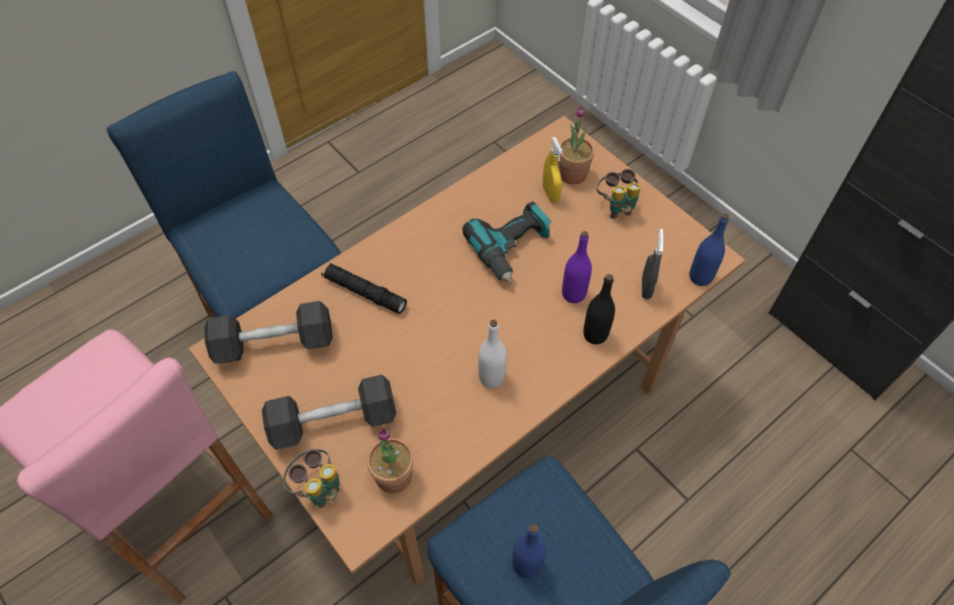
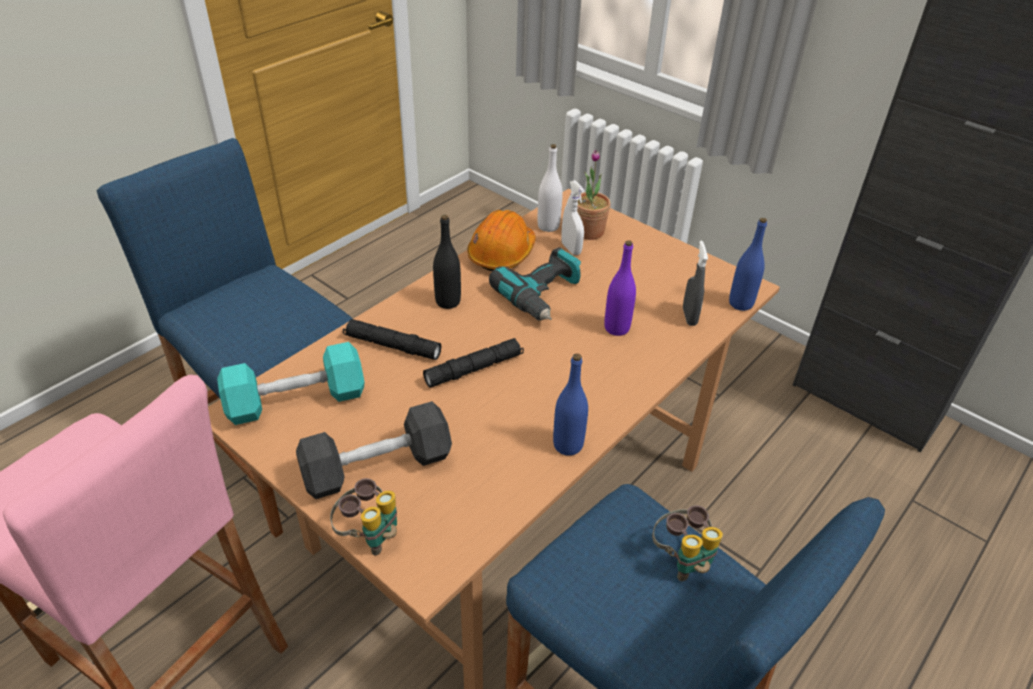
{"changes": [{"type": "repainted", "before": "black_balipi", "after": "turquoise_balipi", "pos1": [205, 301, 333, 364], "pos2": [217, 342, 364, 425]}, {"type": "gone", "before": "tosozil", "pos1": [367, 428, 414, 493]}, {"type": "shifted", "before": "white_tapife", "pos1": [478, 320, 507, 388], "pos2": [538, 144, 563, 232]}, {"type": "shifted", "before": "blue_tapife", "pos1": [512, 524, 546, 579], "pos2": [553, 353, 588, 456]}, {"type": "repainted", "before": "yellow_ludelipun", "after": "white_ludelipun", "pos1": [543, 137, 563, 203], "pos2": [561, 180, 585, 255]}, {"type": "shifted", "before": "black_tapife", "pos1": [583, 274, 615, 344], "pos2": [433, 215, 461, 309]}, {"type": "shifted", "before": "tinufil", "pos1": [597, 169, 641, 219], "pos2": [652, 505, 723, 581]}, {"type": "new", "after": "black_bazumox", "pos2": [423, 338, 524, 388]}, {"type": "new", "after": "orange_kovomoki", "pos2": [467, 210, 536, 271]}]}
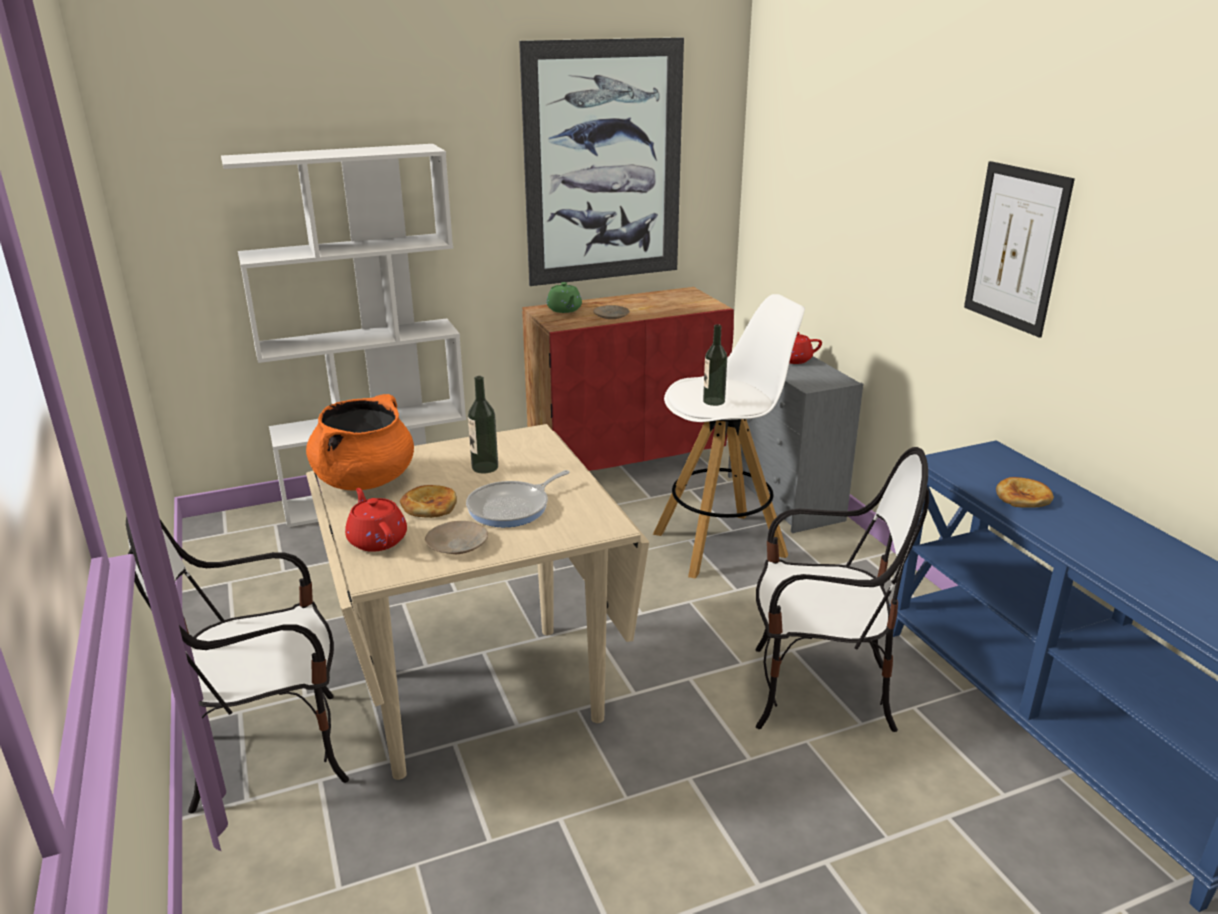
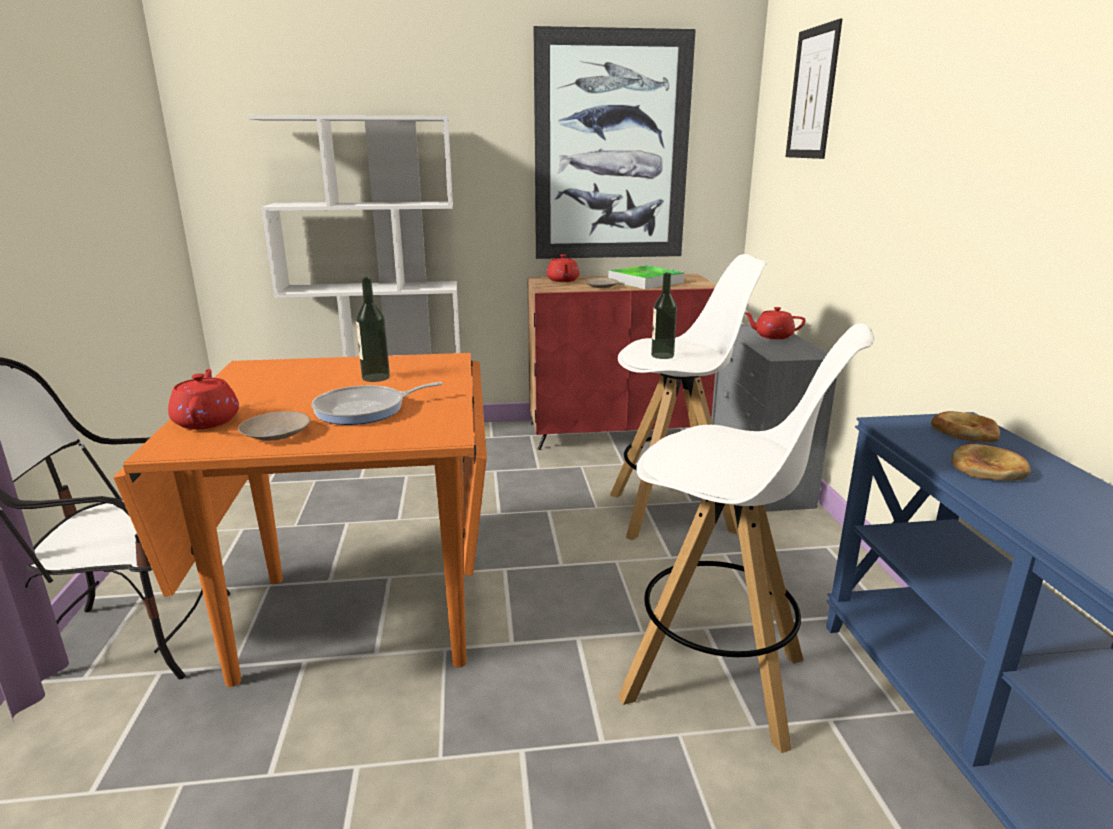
{"changes": [{"type": "gone", "before": "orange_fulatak", "pos1": [306, 394, 414, 491]}, {"type": "repainted", "before": "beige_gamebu", "after": "orange_gamebu", "pos1": [306, 424, 649, 780], "pos2": [113, 353, 487, 687]}, {"type": "shifted", "before": "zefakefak", "pos1": [400, 485, 457, 518], "pos2": [931, 411, 1000, 442]}, {"type": "repainted", "before": "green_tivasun", "after": "red_tivasun", "pos1": [547, 282, 582, 313], "pos2": [547, 254, 579, 282]}, {"type": "swapped", "before": "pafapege", "after": "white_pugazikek", "pos1": [756, 447, 929, 732], "pos2": [618, 324, 874, 753]}, {"type": "shifted", "before": "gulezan", "pos1": [964, 161, 1075, 338], "pos2": [785, 19, 842, 159]}, {"type": "new", "after": "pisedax", "pos2": [608, 265, 685, 289]}]}
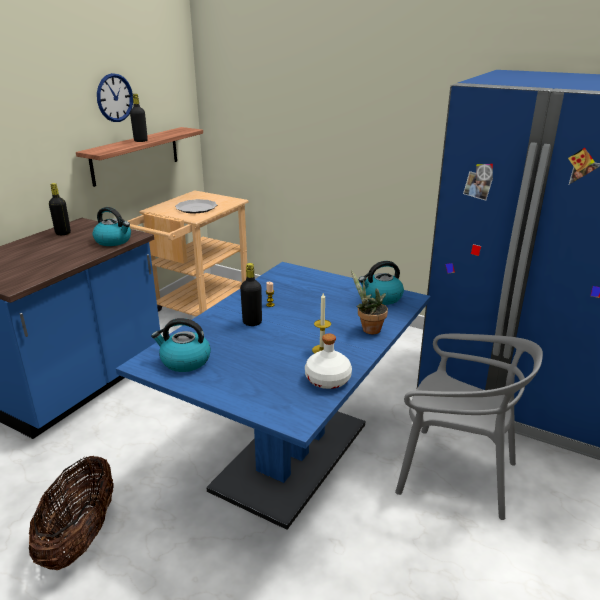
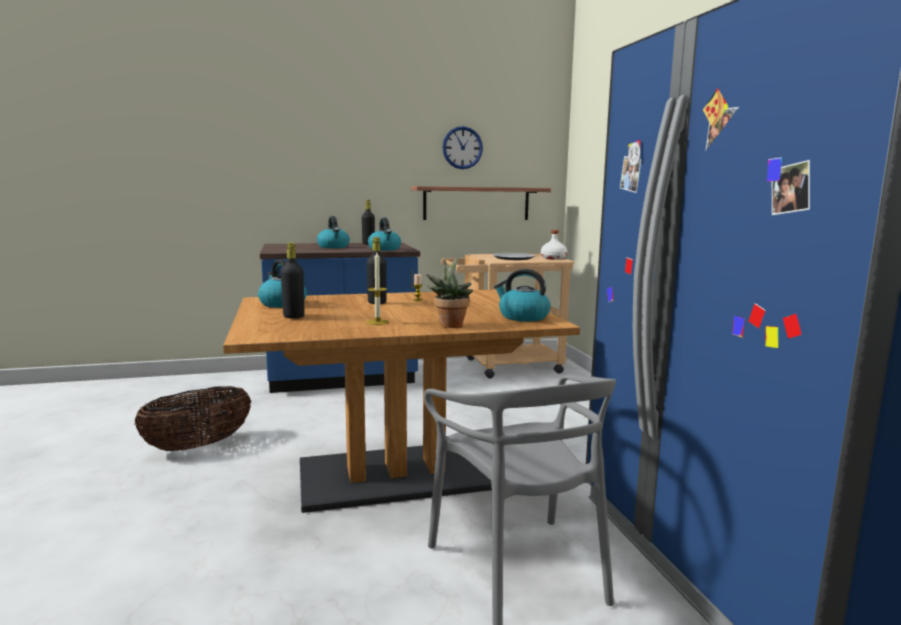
{"changes": [{"type": "repainted", "before": "blue_gamebu", "after": "brown_gamebu", "pos1": [116, 262, 431, 530], "pos2": [223, 290, 580, 513]}, {"type": "shifted", "before": "black_tapife", "pos1": [130, 94, 148, 142], "pos2": [281, 242, 304, 318]}, {"type": "shifted", "before": "white_tapife", "pos1": [305, 333, 352, 389], "pos2": [541, 230, 567, 260]}, {"type": "new", "after": "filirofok", "pos2": [317, 216, 350, 248]}]}
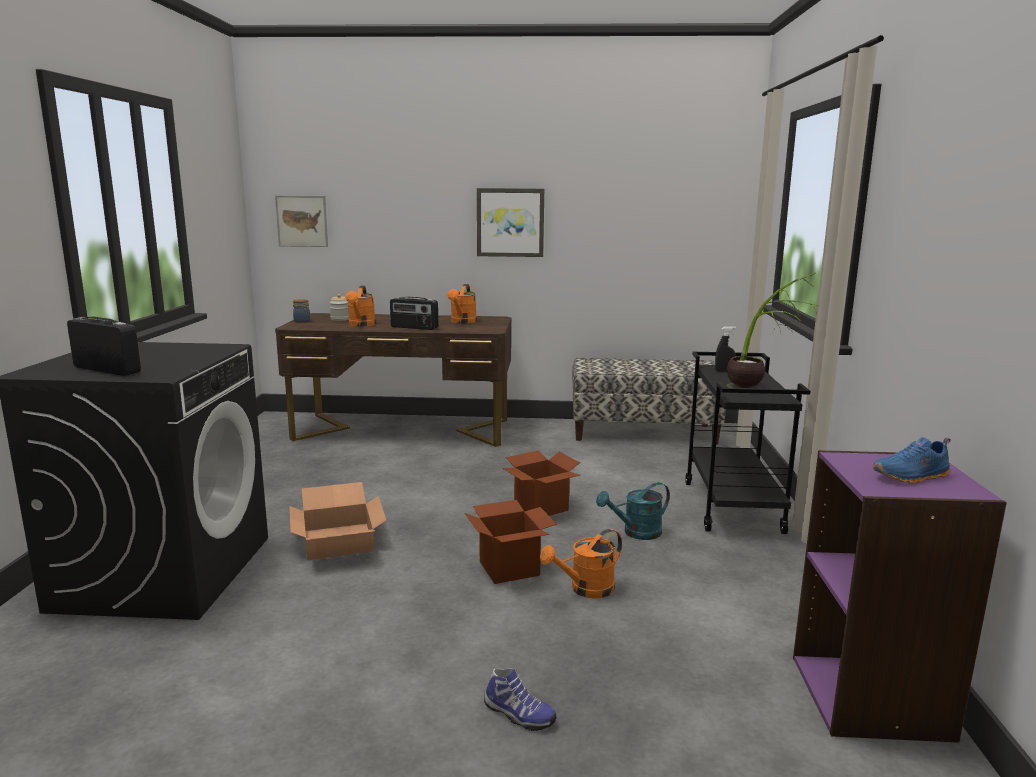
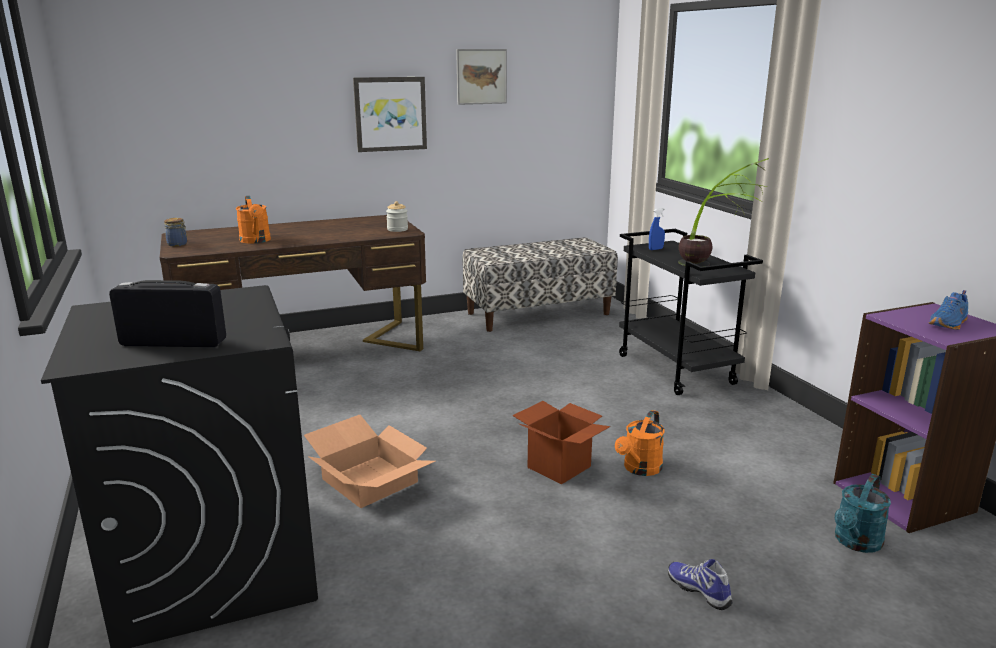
{"changes": [{"type": "shifted", "before": "gulezan", "pos1": [275, 195, 328, 247], "pos2": [456, 49, 507, 105]}, {"type": "shifted", "before": "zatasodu", "pos1": [330, 294, 349, 321], "pos2": [386, 201, 408, 232]}, {"type": "gone", "before": "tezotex", "pos1": [390, 297, 438, 330]}, {"type": "gone", "before": "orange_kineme", "pos1": [447, 284, 477, 324]}, {"type": "rotated", "before": "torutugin", "pos1": [484, 668, 556, 731], "pos2": [668, 559, 732, 610], "turn": -135}, {"type": "gone", "before": "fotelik", "pos1": [502, 451, 580, 516]}, {"type": "shifted", "before": "turquoise_kineme", "pos1": [596, 482, 670, 540], "pos2": [835, 474, 891, 553]}, {"type": "repainted", "before": "black_ludelipun", "after": "blue_ludelipun", "pos1": [715, 326, 736, 372], "pos2": [649, 208, 665, 250]}]}
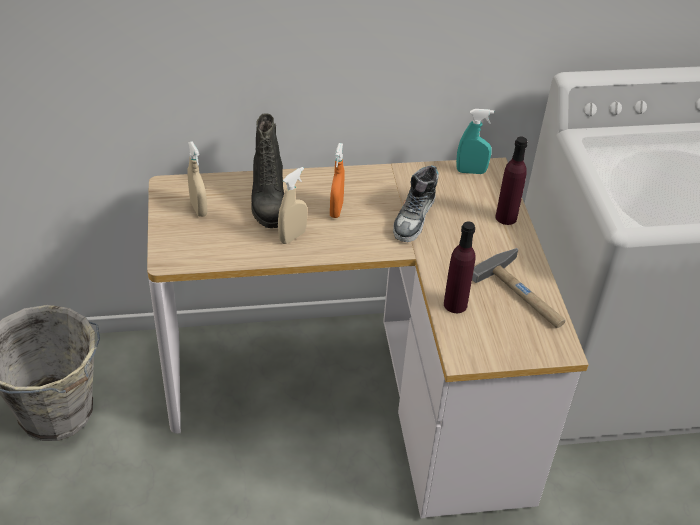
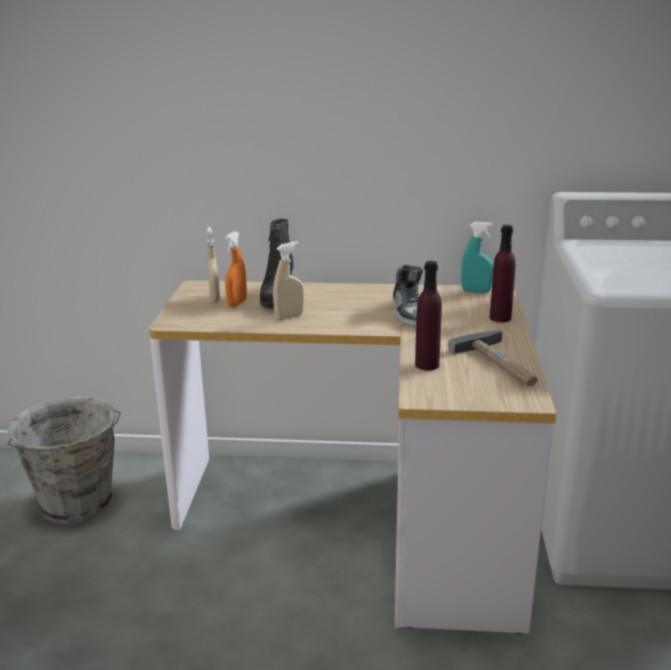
{"changes": [{"type": "shifted", "before": "orange_ludelipun", "pos1": [330, 143, 345, 218], "pos2": [225, 231, 247, 307]}, {"type": "rotated", "before": "torutugin", "pos1": [393, 165, 439, 242], "pos2": [393, 265, 423, 326], "turn": -45}]}
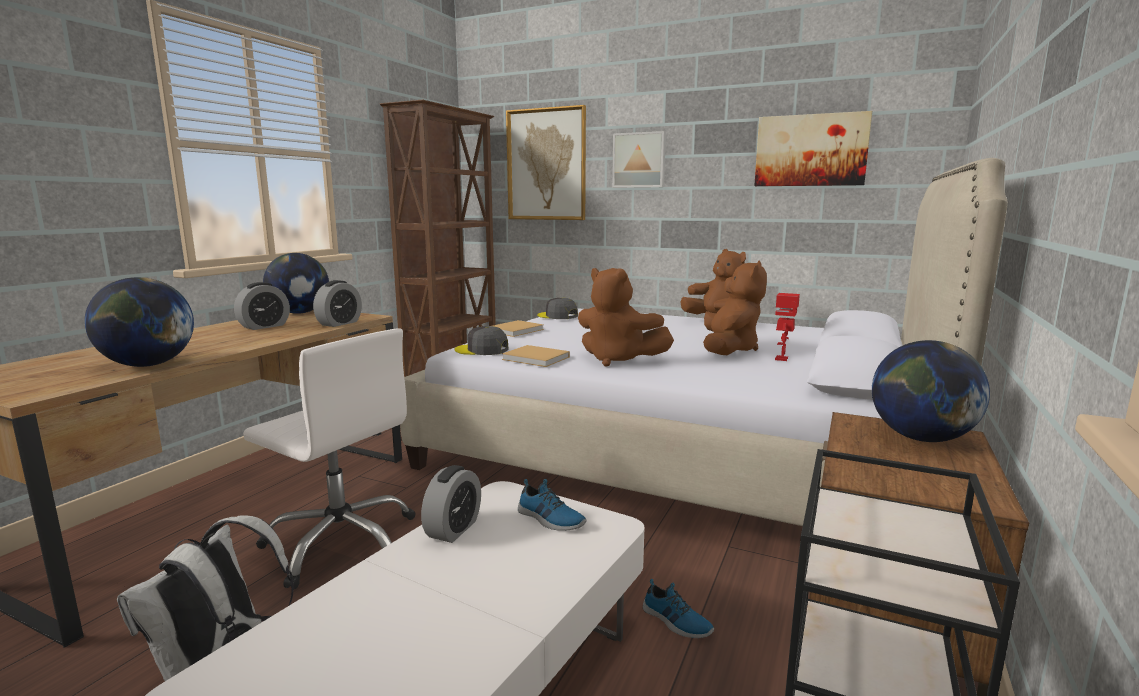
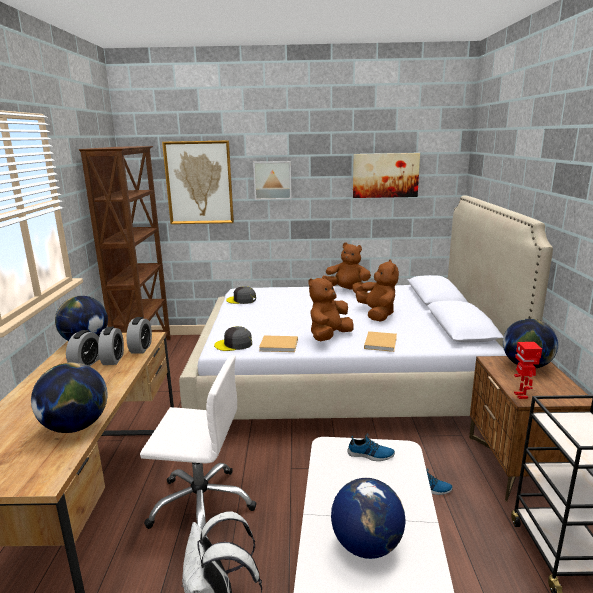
{"changes": [{"type": "shifted", "before": "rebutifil", "pos1": [421, 465, 481, 543], "pos2": [98, 327, 124, 365]}, {"type": "shifted", "before": "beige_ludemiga", "pos1": [493, 320, 544, 337], "pos2": [364, 331, 397, 352]}, {"type": "rotated", "before": "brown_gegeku", "pos1": [578, 268, 674, 367], "pos2": [308, 276, 354, 341], "turn": 120}, {"type": "shifted", "before": "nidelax", "pos1": [775, 293, 800, 361], "pos2": [514, 342, 542, 399]}, {"type": "new", "after": "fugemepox", "pos2": [331, 478, 405, 559]}]}
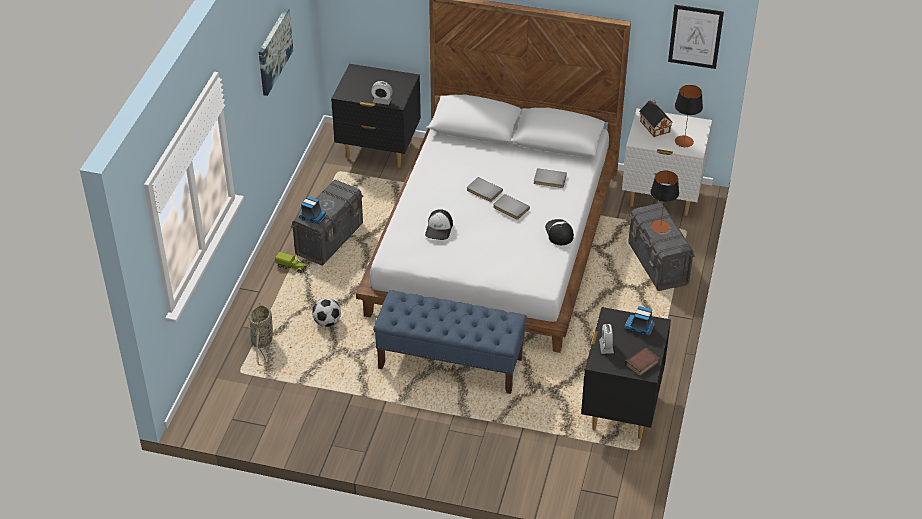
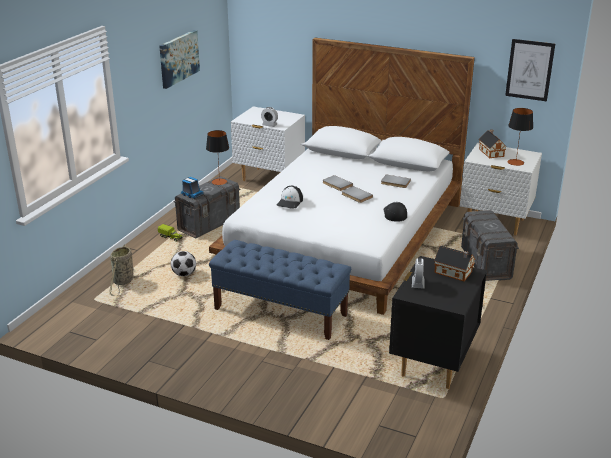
{"changes": [{"type": "repainted", "before": "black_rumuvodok", "after": "white_rumuvodok", "pos1": [331, 64, 421, 168], "pos2": [231, 107, 305, 181]}, {"type": "swapped", "before": "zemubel", "after": "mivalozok", "pos1": [625, 306, 654, 335], "pos2": [434, 246, 476, 281]}, {"type": "gone", "before": "ludemiga", "pos1": [625, 347, 660, 376]}, {"type": "shifted", "before": "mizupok", "pos1": [650, 171, 679, 233], "pos2": [206, 130, 229, 185]}]}
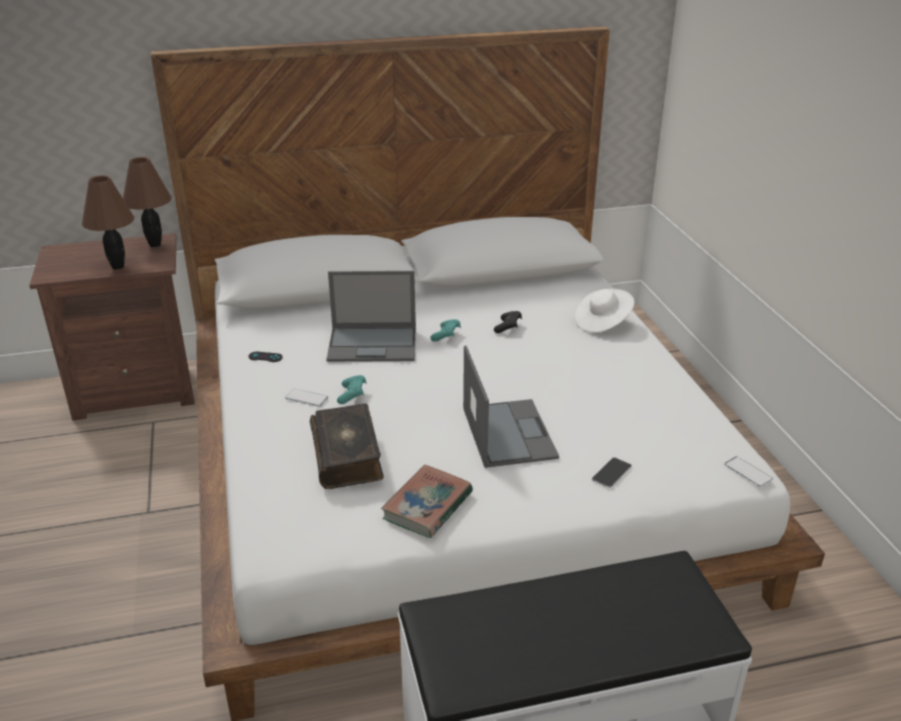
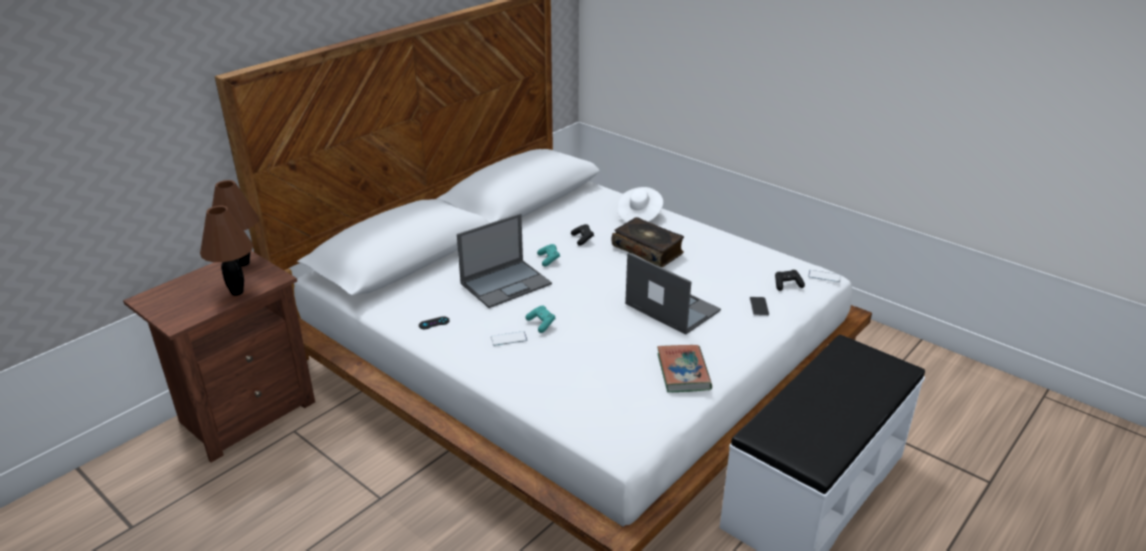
{"changes": [{"type": "shifted", "before": "ludemiga", "pos1": [310, 404, 384, 489], "pos2": [612, 217, 684, 267]}, {"type": "new", "after": "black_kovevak", "pos2": [775, 270, 805, 291]}]}
